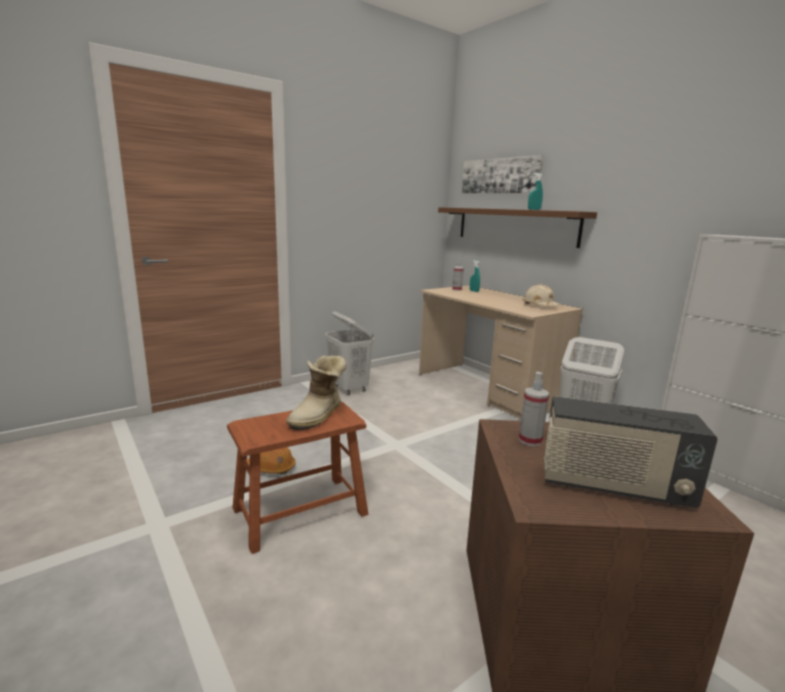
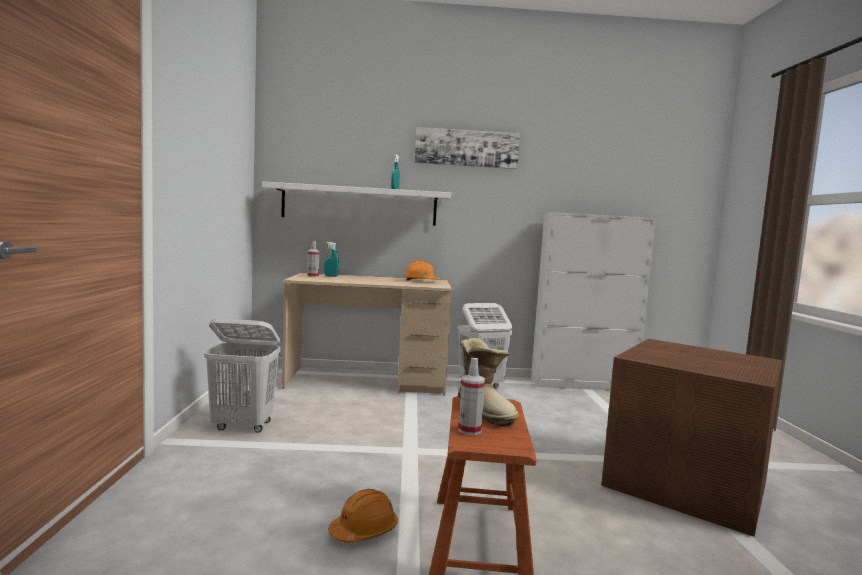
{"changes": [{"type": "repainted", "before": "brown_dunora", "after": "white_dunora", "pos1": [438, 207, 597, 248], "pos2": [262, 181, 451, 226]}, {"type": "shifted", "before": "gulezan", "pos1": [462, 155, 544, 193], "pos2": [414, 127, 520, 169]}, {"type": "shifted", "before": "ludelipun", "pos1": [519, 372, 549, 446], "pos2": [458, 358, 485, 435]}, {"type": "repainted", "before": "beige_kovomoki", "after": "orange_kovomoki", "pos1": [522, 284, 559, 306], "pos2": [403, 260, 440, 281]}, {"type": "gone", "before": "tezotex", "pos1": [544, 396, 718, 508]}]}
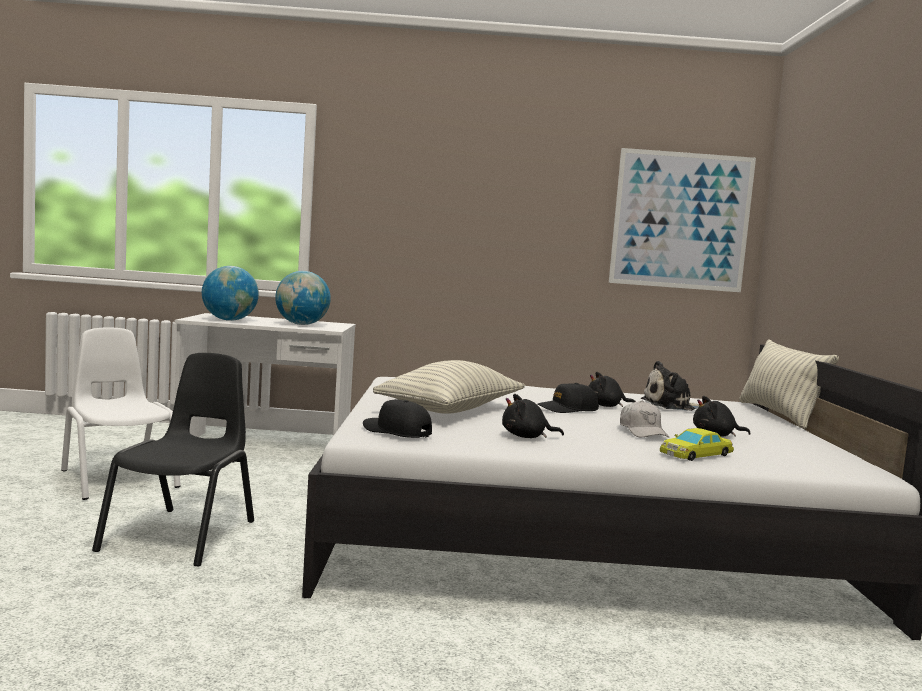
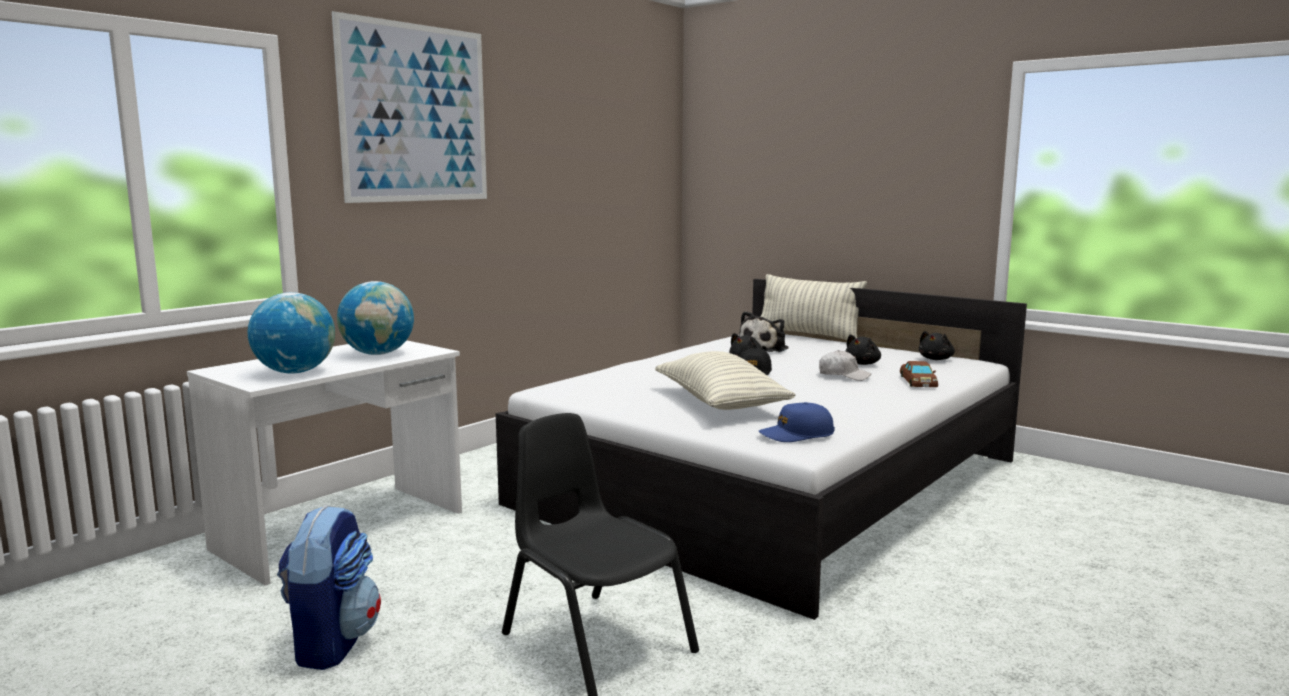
{"changes": [{"type": "swapped", "before": "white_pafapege", "after": "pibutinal", "pos1": [61, 328, 181, 500], "pos2": [277, 505, 381, 670]}, {"type": "repainted", "before": "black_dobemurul", "after": "blue_dobemurul", "pos1": [363, 399, 432, 438], "pos2": [759, 402, 835, 442]}, {"type": "shifted", "before": "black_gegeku", "pos1": [502, 394, 564, 438], "pos2": [919, 331, 955, 360]}, {"type": "shifted", "before": "gulezan", "pos1": [609, 148, 756, 292], "pos2": [332, 11, 487, 203]}, {"type": "repainted", "before": "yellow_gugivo", "after": "brown_gugivo", "pos1": [660, 428, 734, 461], "pos2": [900, 361, 938, 387]}]}
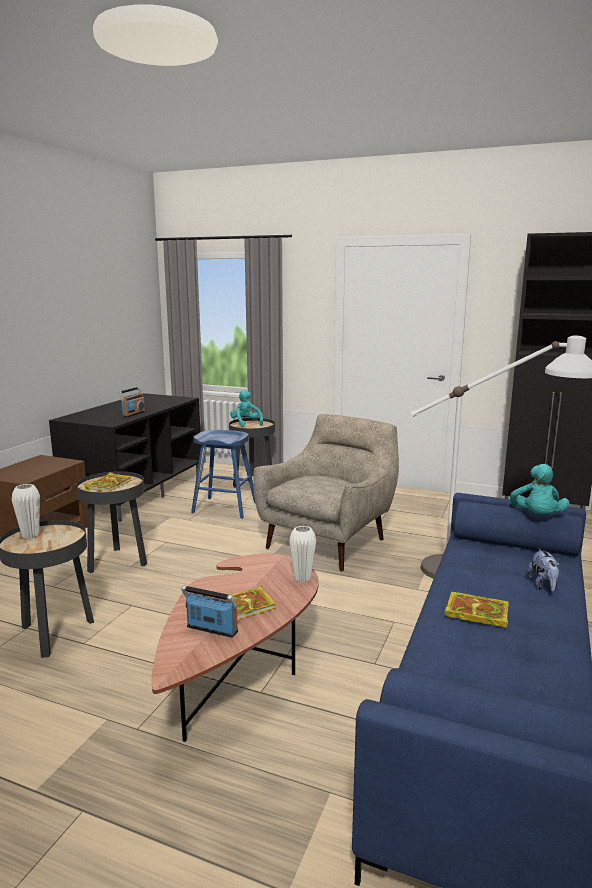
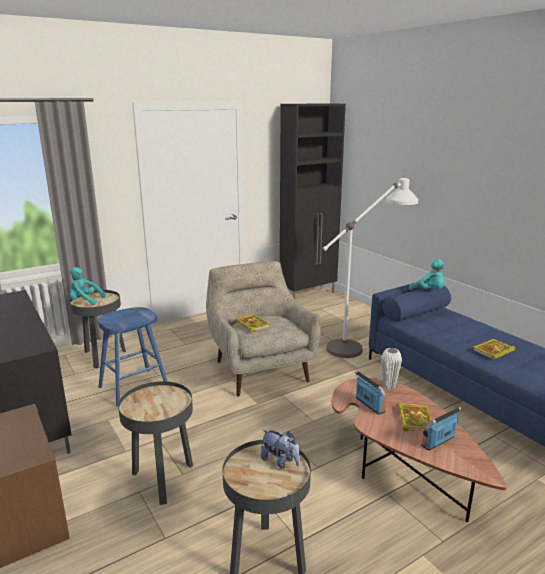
{"changes": [{"type": "gone", "before": "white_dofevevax", "pos1": [12, 484, 40, 538]}, {"type": "shifted", "before": "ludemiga", "pos1": [84, 472, 132, 492], "pos2": [235, 314, 270, 333]}, {"type": "shifted", "before": "tezotex", "pos1": [118, 387, 145, 417], "pos2": [355, 370, 386, 415]}, {"type": "shifted", "before": "gegeku", "pos1": [527, 549, 560, 592], "pos2": [261, 430, 300, 469]}]}
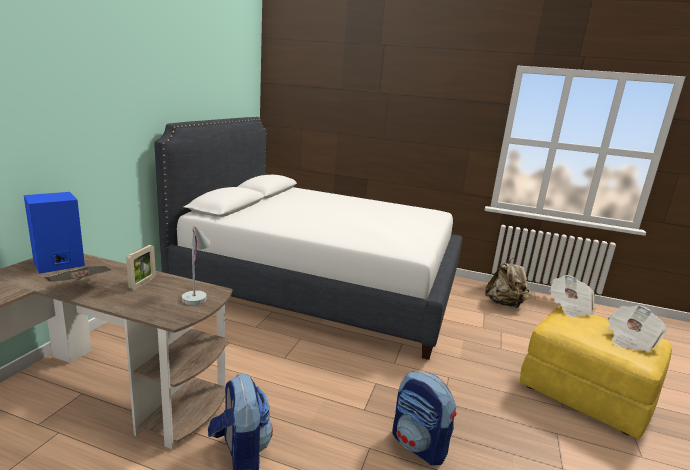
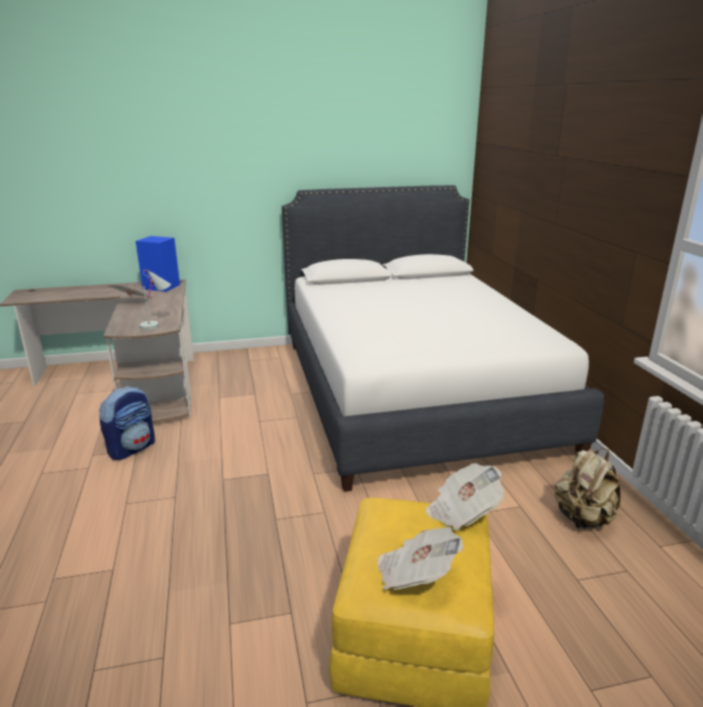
{"changes": [{"type": "gone", "before": "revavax", "pos1": [126, 245, 156, 290]}, {"type": "gone", "before": "pibutinal", "pos1": [392, 371, 457, 465]}]}
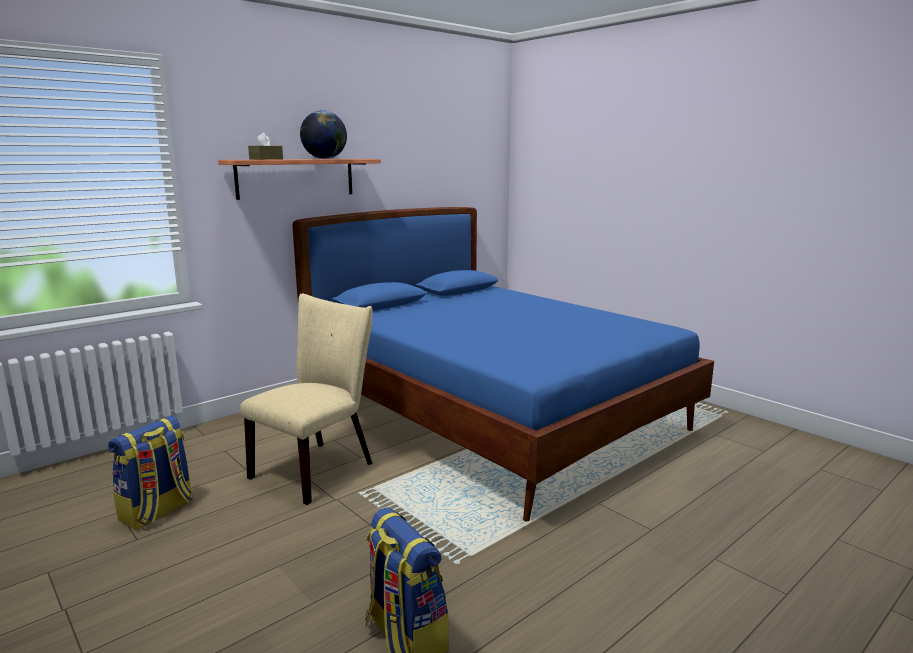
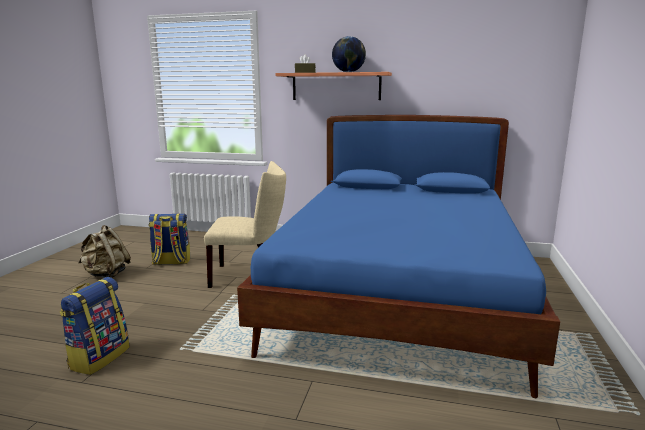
{"changes": [{"type": "new", "after": "beige_pibutinal", "pos2": [78, 225, 131, 278]}]}
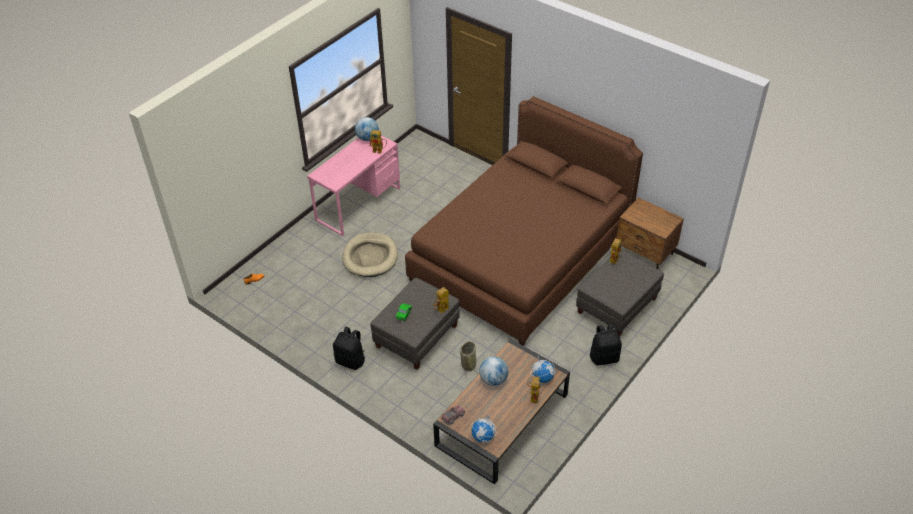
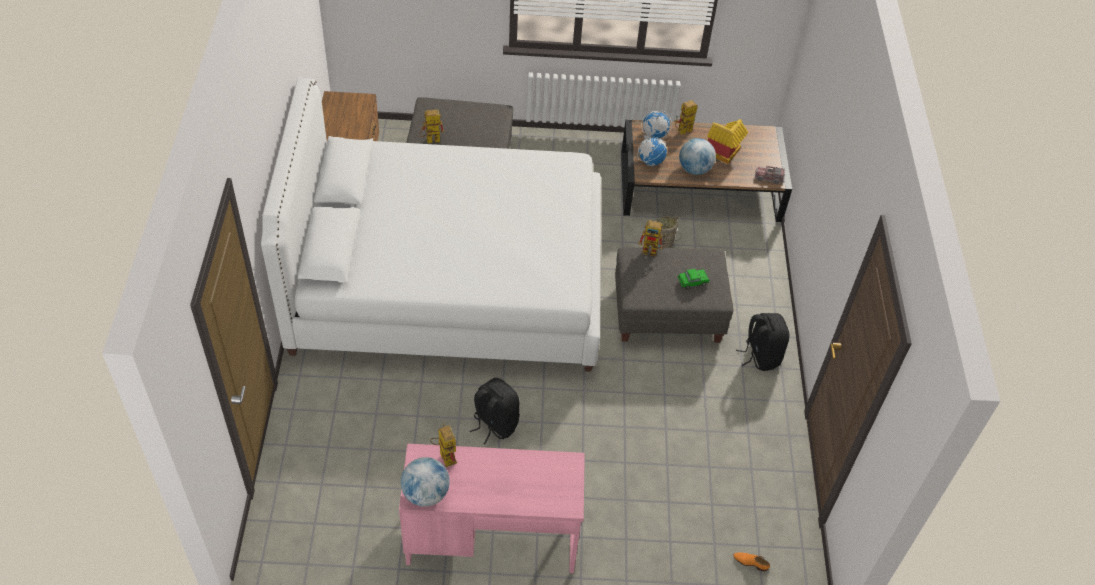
{"changes": [{"type": "gone", "before": "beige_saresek", "pos1": [342, 232, 398, 277]}, {"type": "repainted", "before": "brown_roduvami", "after": "white_roduvami", "pos1": [405, 96, 643, 346], "pos2": [261, 78, 601, 372]}, {"type": "shifted", "before": "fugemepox", "pos1": [471, 415, 496, 443], "pos2": [637, 135, 667, 166]}, {"type": "shifted", "before": "black_pibutinal", "pos1": [590, 324, 622, 365], "pos2": [470, 378, 520, 444]}, {"type": "new", "after": "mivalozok", "pos2": [707, 119, 749, 164]}]}
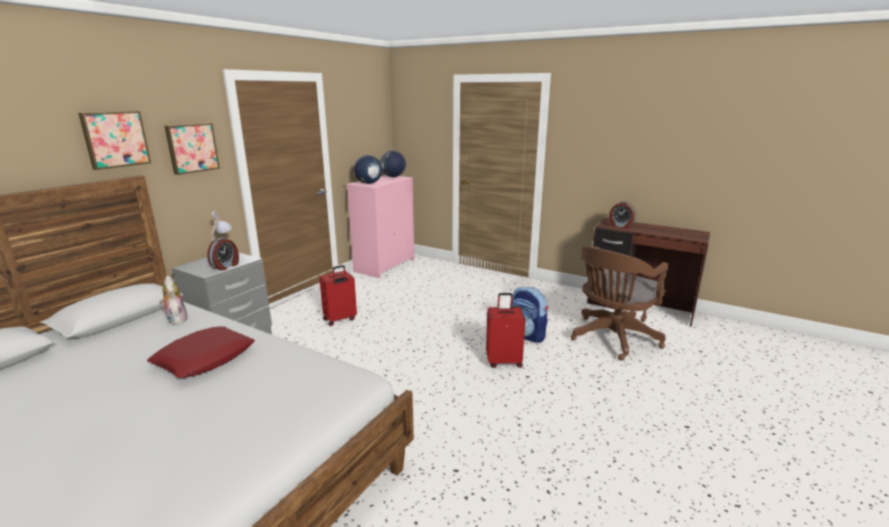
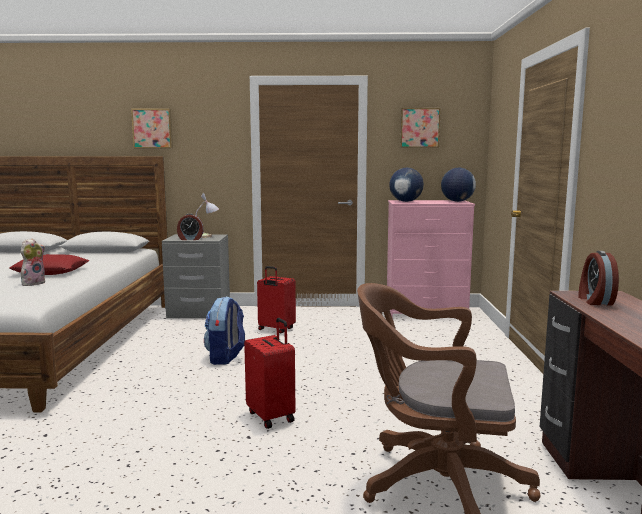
{"changes": [{"type": "shifted", "before": "gegeku", "pos1": [159, 275, 188, 325], "pos2": [21, 238, 45, 286]}, {"type": "shifted", "before": "gulezan", "pos1": [165, 123, 220, 175], "pos2": [400, 108, 441, 148]}, {"type": "shifted", "before": "pibutinal", "pos1": [510, 286, 548, 343], "pos2": [204, 296, 245, 365]}]}
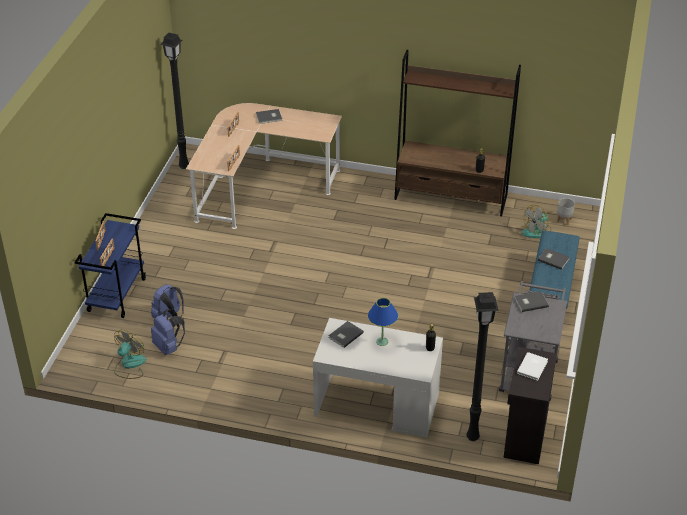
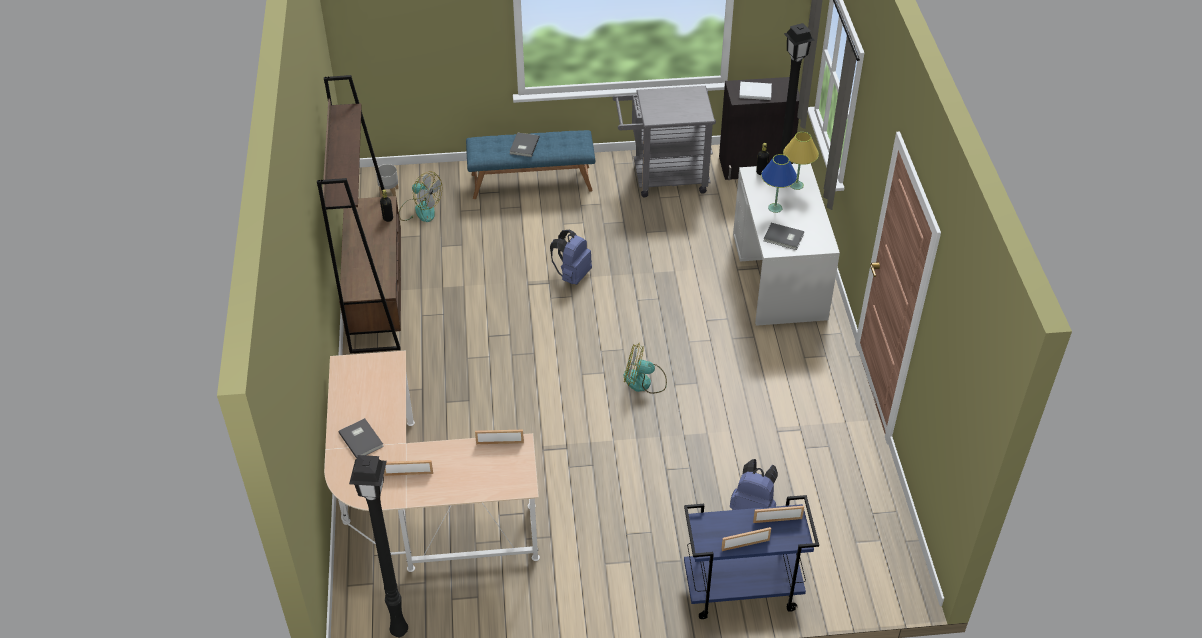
{"changes": [{"type": "shifted", "before": "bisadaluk", "pos1": [114, 329, 146, 379], "pos2": [624, 343, 667, 394]}, {"type": "shifted", "before": "blue_pibutinal", "pos1": [151, 309, 185, 355], "pos2": [550, 229, 592, 285]}, {"type": "gone", "before": "grey_ludemiga", "pos1": [514, 291, 549, 312]}, {"type": "new", "after": "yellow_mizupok", "pos2": [783, 132, 819, 190]}]}
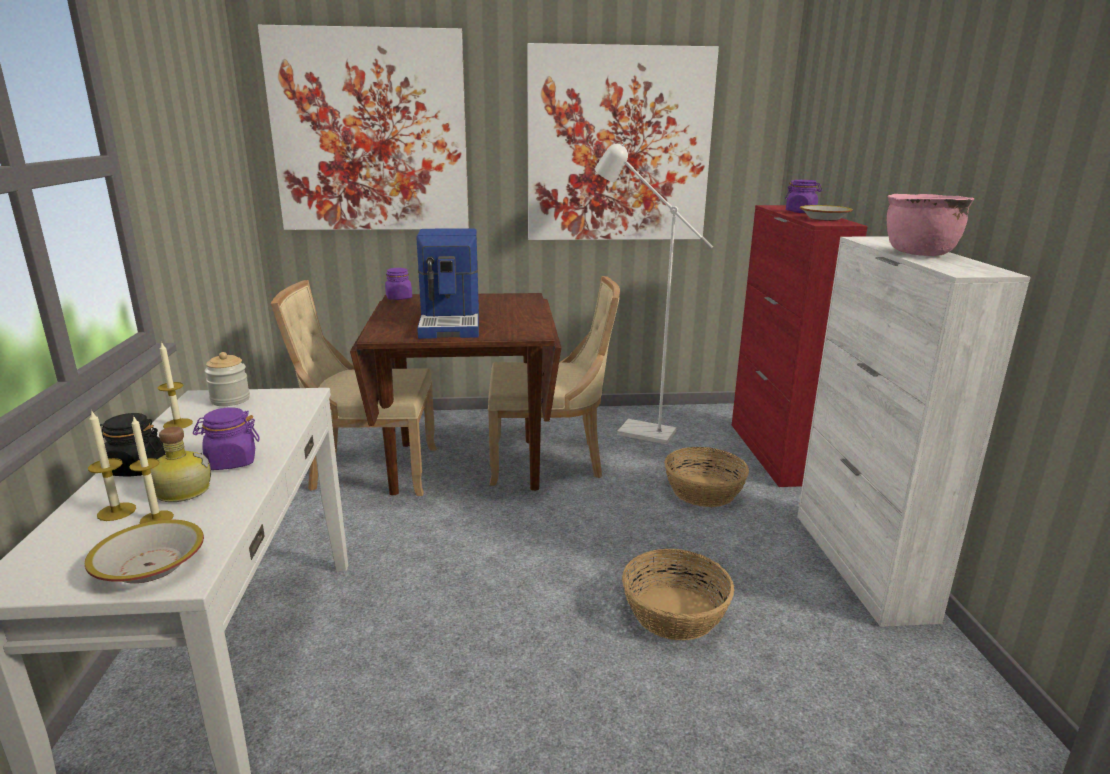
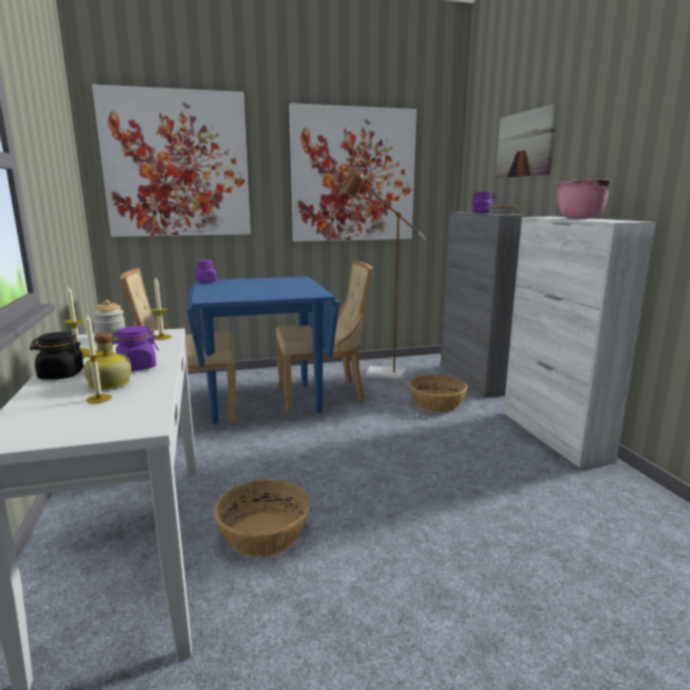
{"changes": [{"type": "gone", "before": "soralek", "pos1": [85, 520, 204, 583]}, {"type": "shifted", "before": "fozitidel", "pos1": [88, 410, 136, 521], "pos2": [151, 278, 172, 340]}, {"type": "repainted", "before": "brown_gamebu", "after": "blue_gamebu", "pos1": [350, 293, 562, 495], "pos2": [186, 276, 340, 424]}, {"type": "gone", "before": "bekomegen", "pos1": [416, 228, 479, 339]}, {"type": "repainted", "before": "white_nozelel", "after": "brown_nozelel", "pos1": [595, 142, 713, 444], "pos2": [342, 169, 426, 379]}, {"type": "shifted", "before": "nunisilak", "pos1": [622, 549, 734, 641], "pos2": [214, 479, 310, 557]}, {"type": "repainted", "before": "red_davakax", "after": "grey_davakax", "pos1": [732, 205, 868, 487], "pos2": [440, 212, 531, 398]}, {"type": "new", "after": "gulezan", "pos2": [495, 104, 557, 178]}]}
